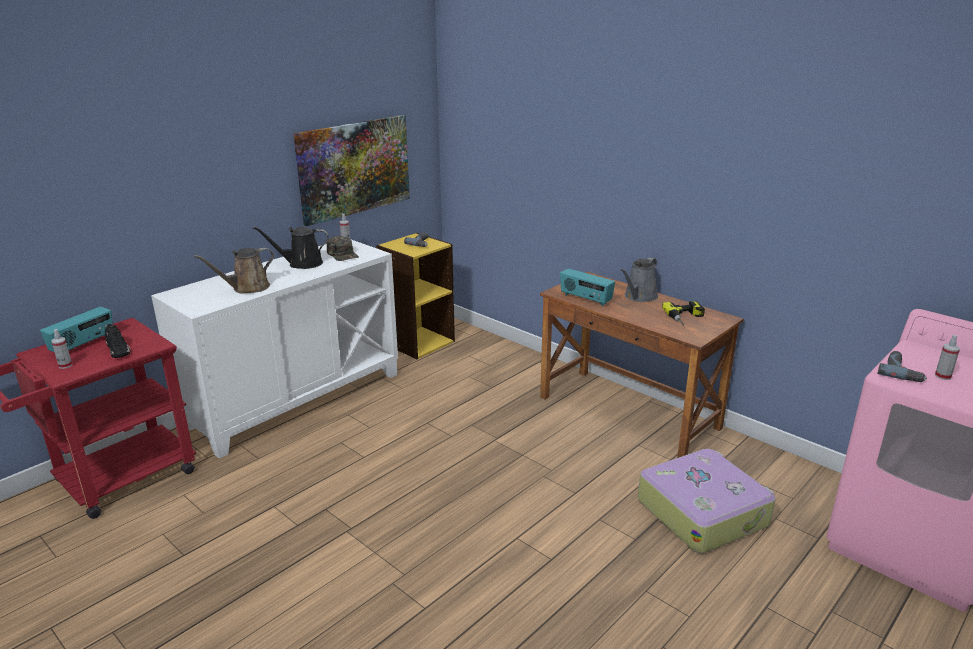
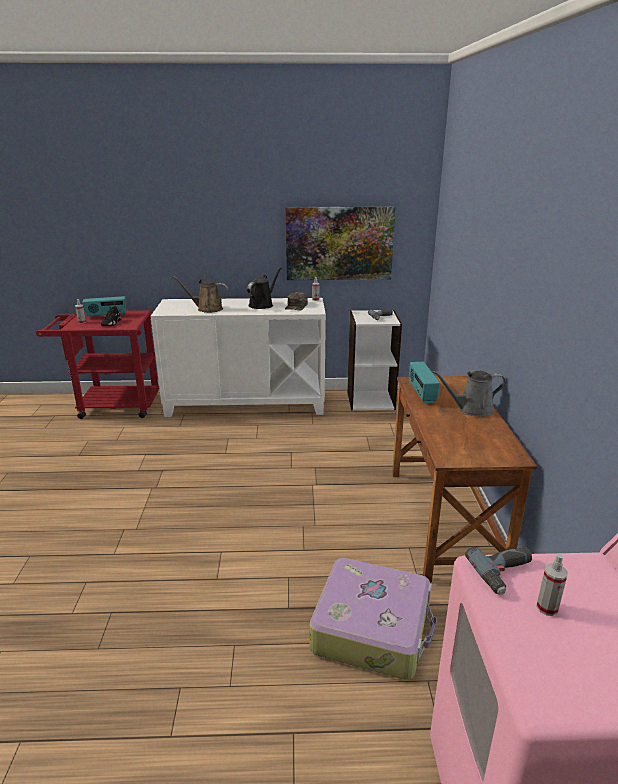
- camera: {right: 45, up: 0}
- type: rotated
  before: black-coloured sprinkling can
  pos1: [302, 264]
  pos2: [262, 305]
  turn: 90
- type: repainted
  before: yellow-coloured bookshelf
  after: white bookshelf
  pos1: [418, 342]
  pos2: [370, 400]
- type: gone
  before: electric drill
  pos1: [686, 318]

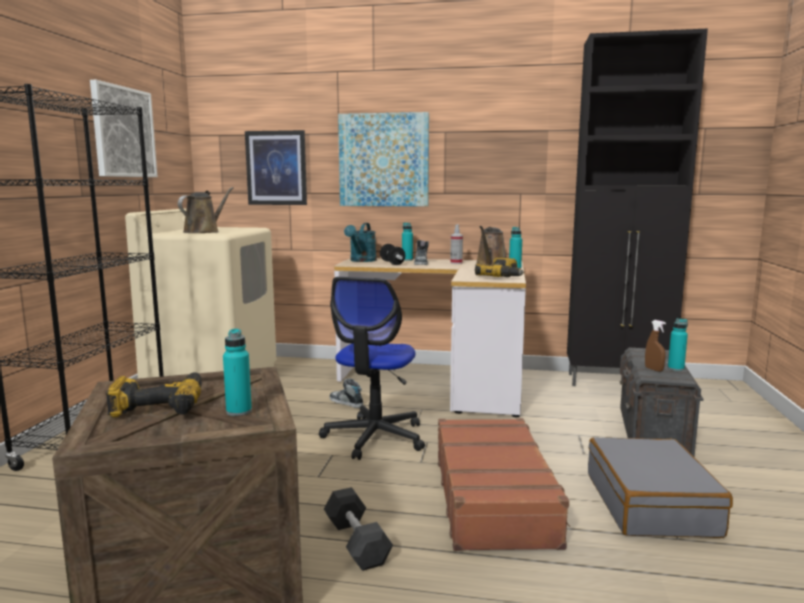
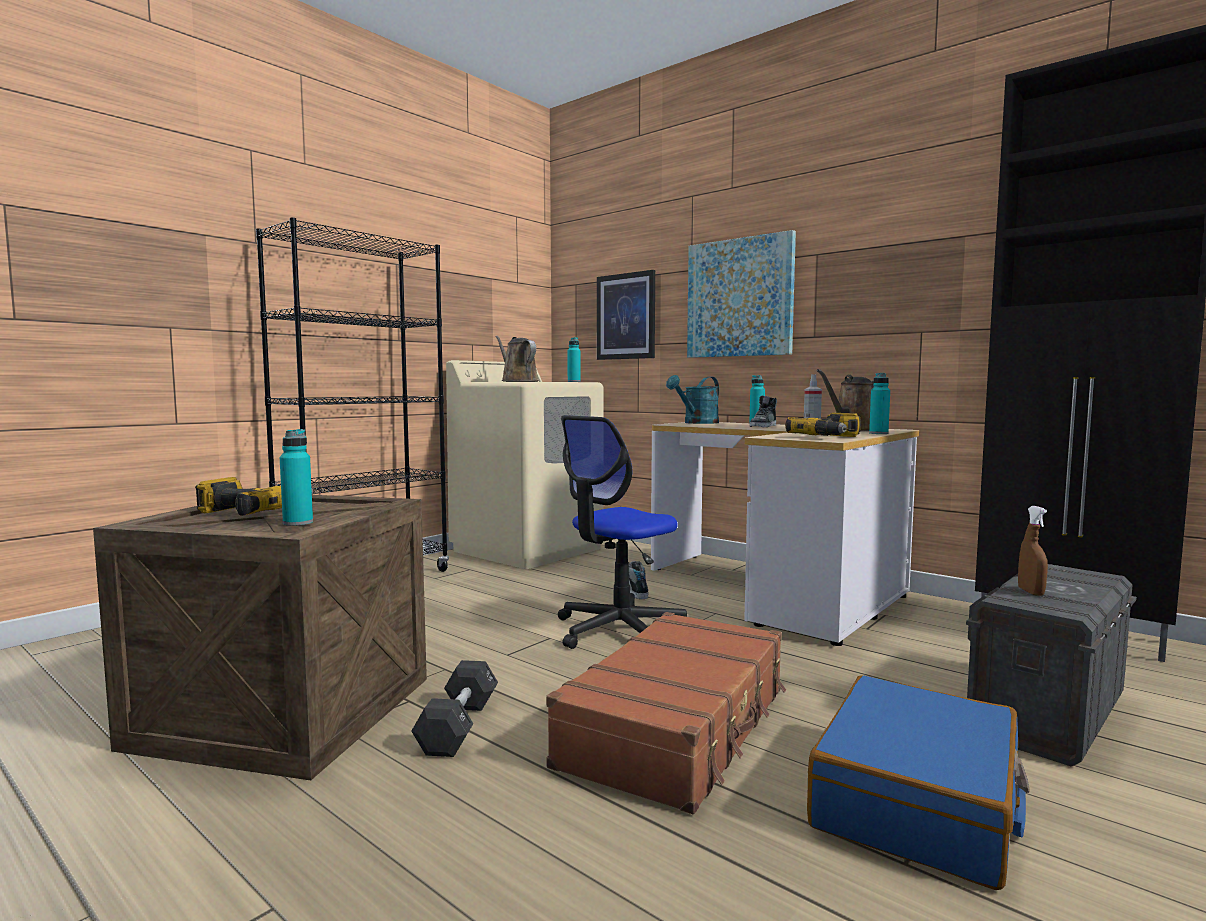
- camera: {right: 30, up: -5}
- type: gone
  before: wall art
  pos1: [123, 132]
- type: rotated
  before: brownish sprinkling can
  pos1: [204, 232]
  pos2: [517, 381]
  turn: -90
- type: gone
  before: hand weight
  pos1: [392, 263]
- type: shifted
  before: blue-green drink bottle
  pos1: [675, 368]
  pos2: [574, 381]
- type: repainted
  before: greyish travel case
  after: blue-coloured travel case
  pos1: [651, 504]
  pos2: [918, 802]

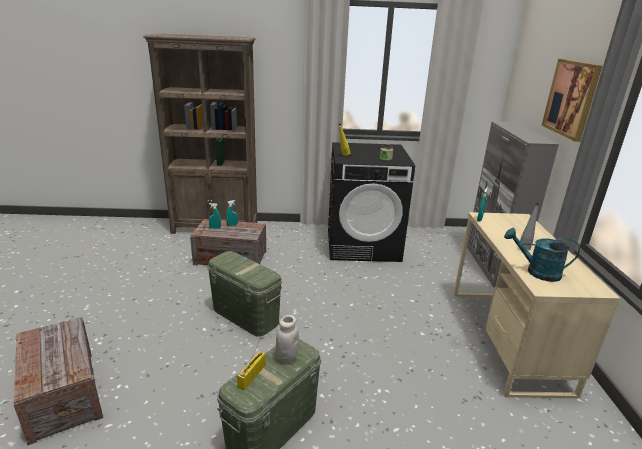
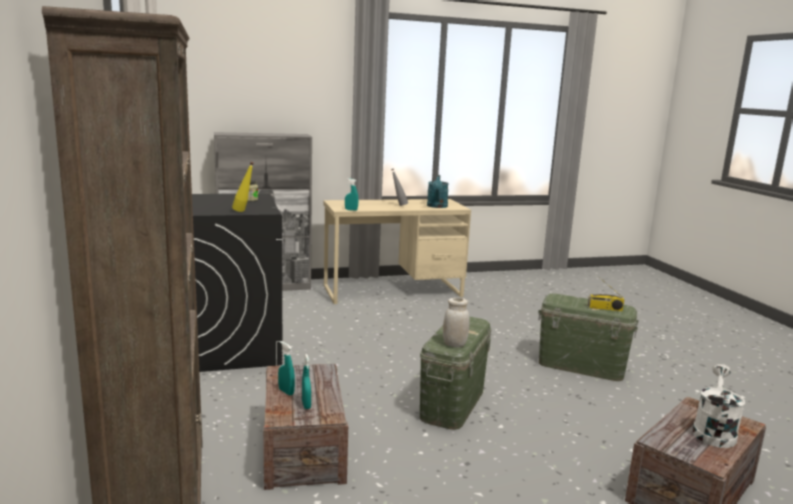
- camera: {right: -105, up: -10}
- type: gone
  before: wall art
  pos1: [571, 98]
- type: shifted
  before: white storage jar
  pos1: [287, 357]
  pos2: [454, 344]
- type: new
  after: white sprinkling can
  pos2: [713, 431]

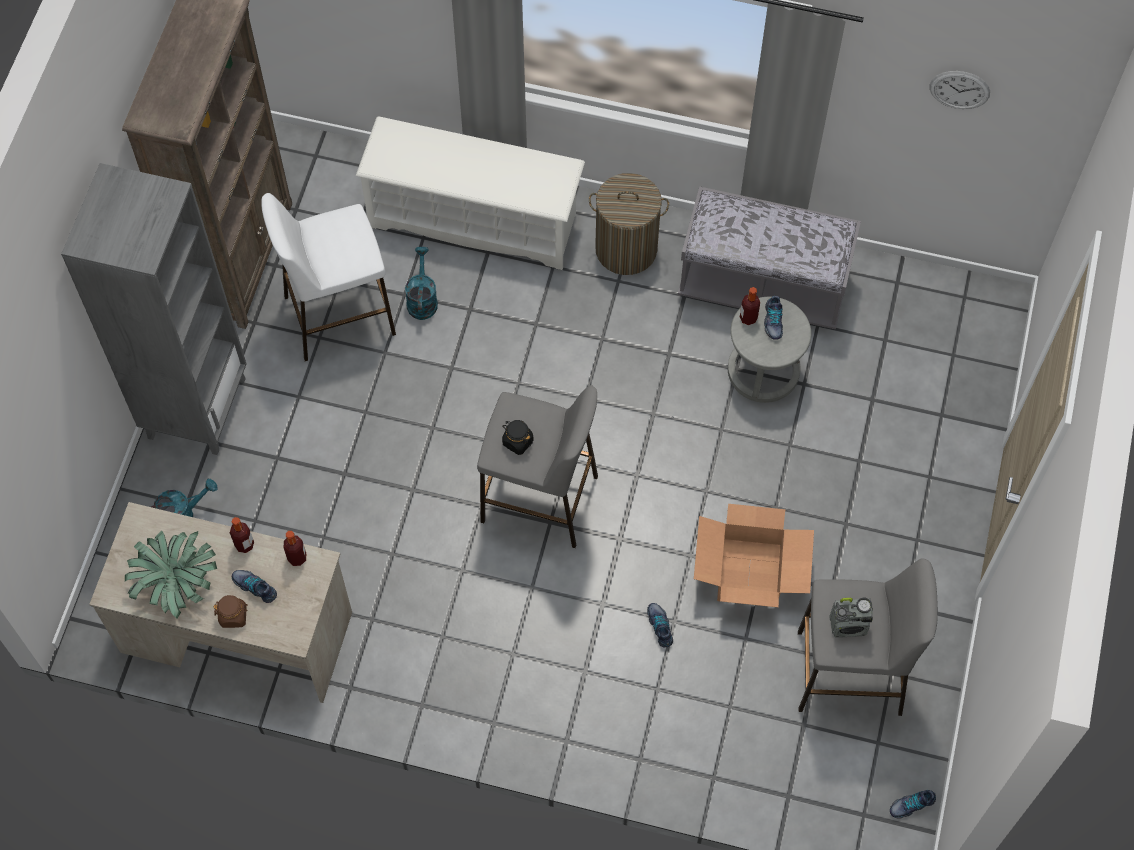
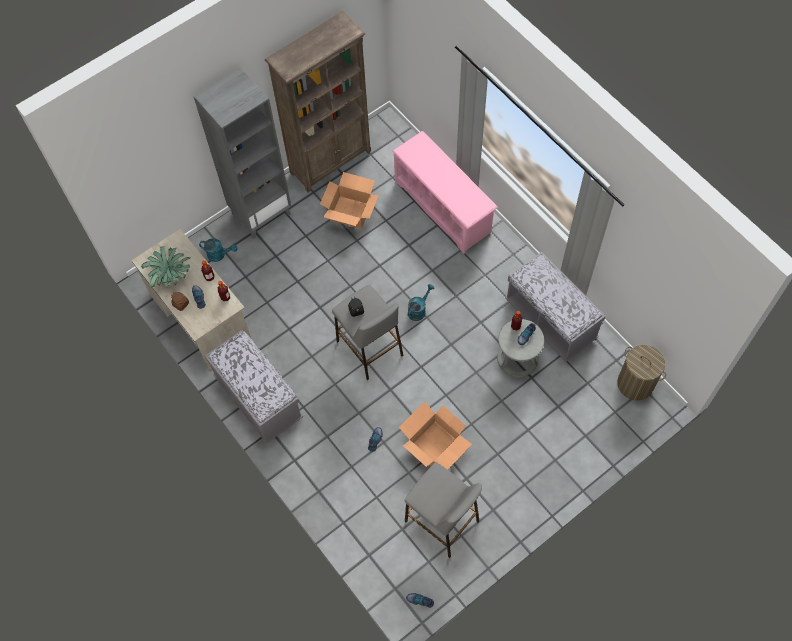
- camera: {right: 40, up: 0}
- type: gone
  before: hanging clock
  pos1: [959, 89]
- type: repainted
  before: white shoe stand
  after: pinkish shoe stand
  pos1: [474, 220]
  pos2: [443, 207]
- type: shifted
  before: laundry basket
  pos1: [626, 249]
  pos2: [635, 383]
- type: swapped
  before: white sitting stool
  after: carton
  pos1: [338, 315]
  pos2: [350, 212]
- type: shifted
  before: blue-green sprinkling can
  pos1: [422, 299]
  pos2: [418, 310]
- type: gone
  before: radio receiver
  pos1: [849, 625]
- type: new
  after: greyish long seat
  pos2: [258, 398]

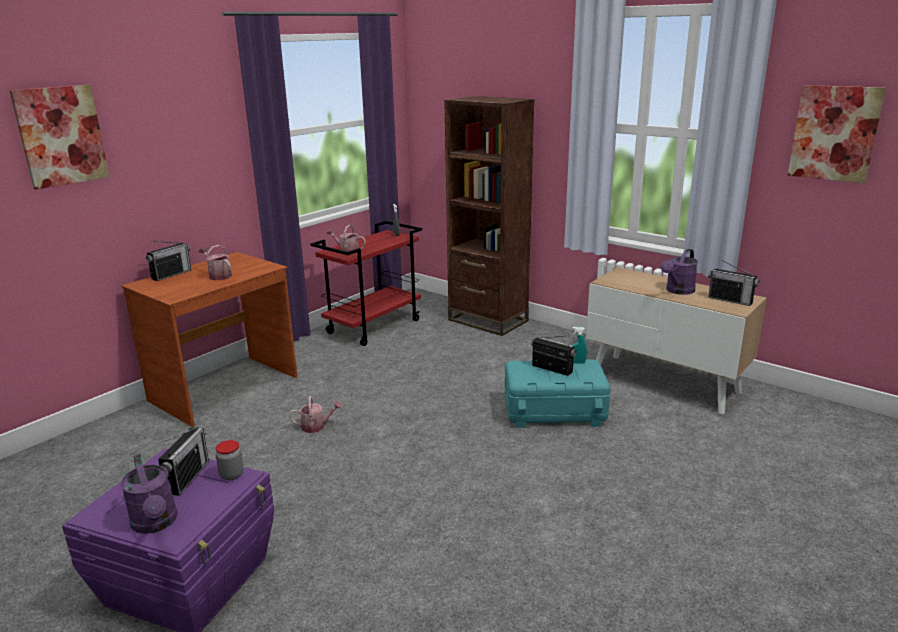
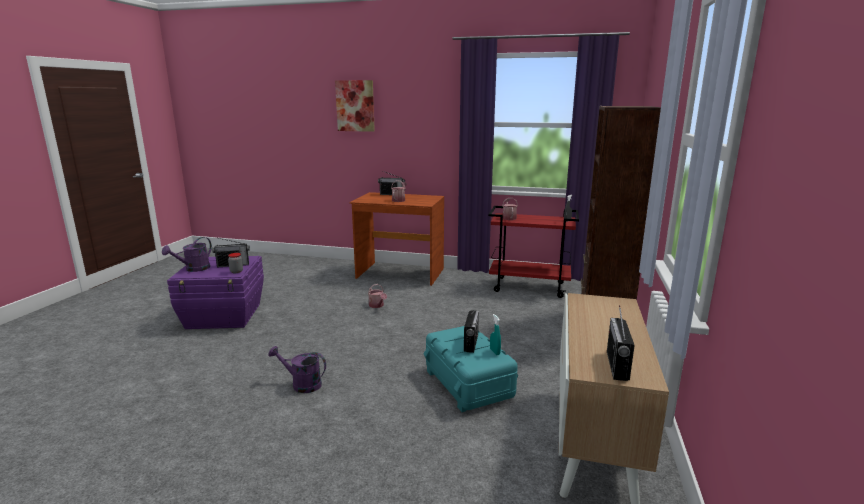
- camera: {right: 65, up: -5}
- type: gone
  before: wall art
  pos1: [834, 133]
- type: shifted
  before: purple-coloured sprinkling can
  pos1: [678, 291]
  pos2: [301, 384]

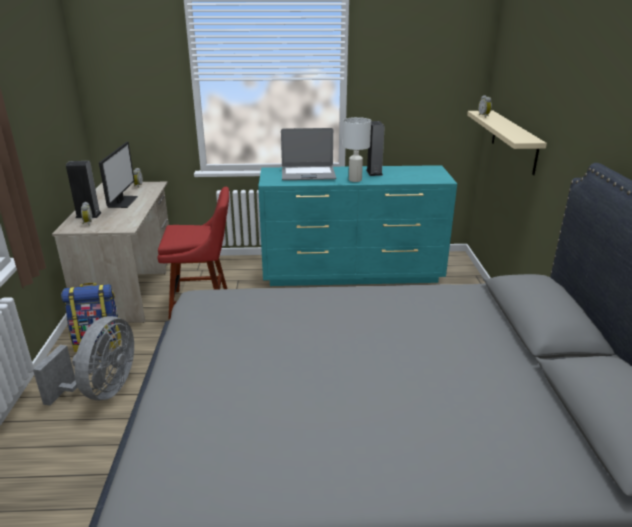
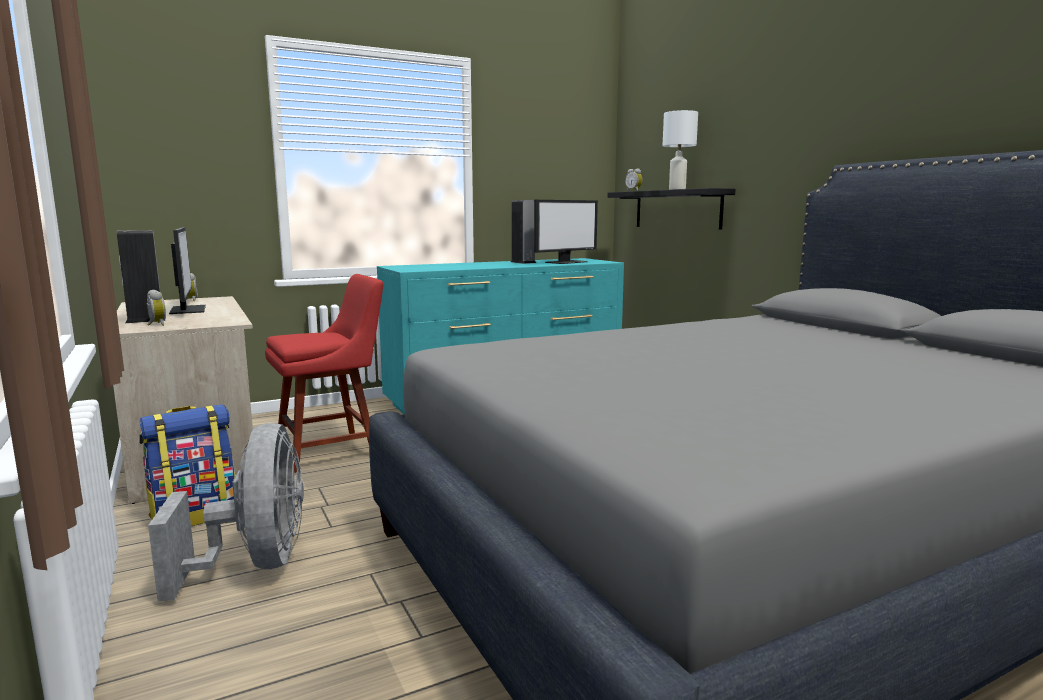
- camera: {right: -25, up: -15}
- type: repainted
  before: beige shelf
  after: black-coloured shelf
  pos1: [514, 141]
  pos2: [677, 209]
- type: shifted
  before: white table lamp
  pos1: [355, 180]
  pos2: [677, 189]
- type: gone
  before: portable computer
  pos1: [308, 174]
- type: new
  after: computer display
  pos2: [566, 262]

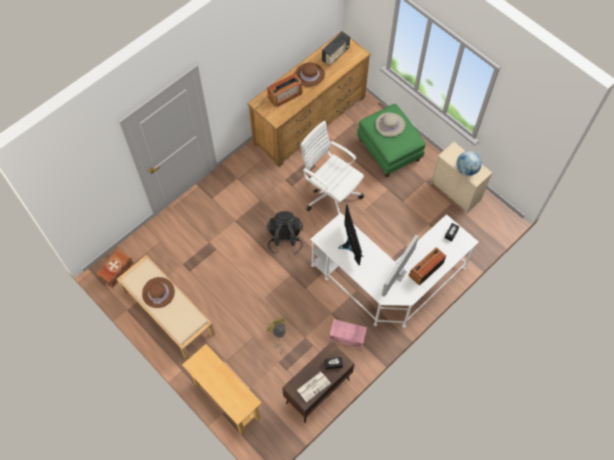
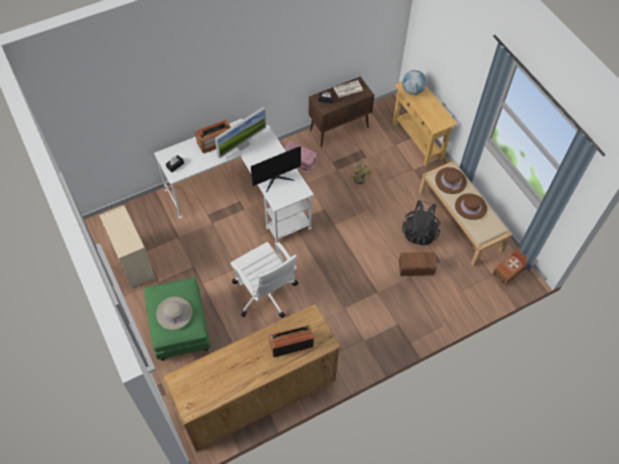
- camera: {right: -165, up: -5}
- type: gone
  before: radio receiver
  pos1: [335, 55]
- type: shifted
  before: brownish hat
  pos1: [309, 75]
  pos2: [450, 181]
- type: shifted
  before: desk globe
  pos1: [466, 169]
  pos2: [412, 90]
- type: rotated
  before: computer display
  pos1: [350, 245]
  pos2: [276, 179]
  turn: -120
- type: shifted
  before: black-coloured knapsack
  pos1: [285, 239]
  pos2: [420, 232]
- type: new
  after: brownish storage container
  pos2: [416, 268]

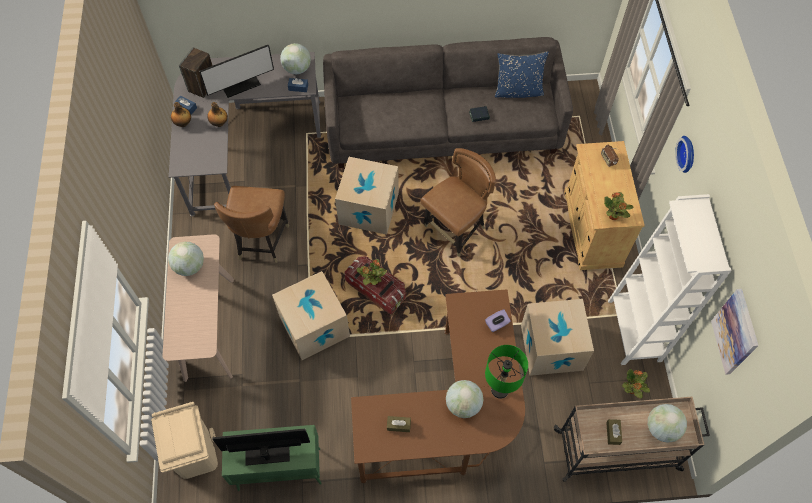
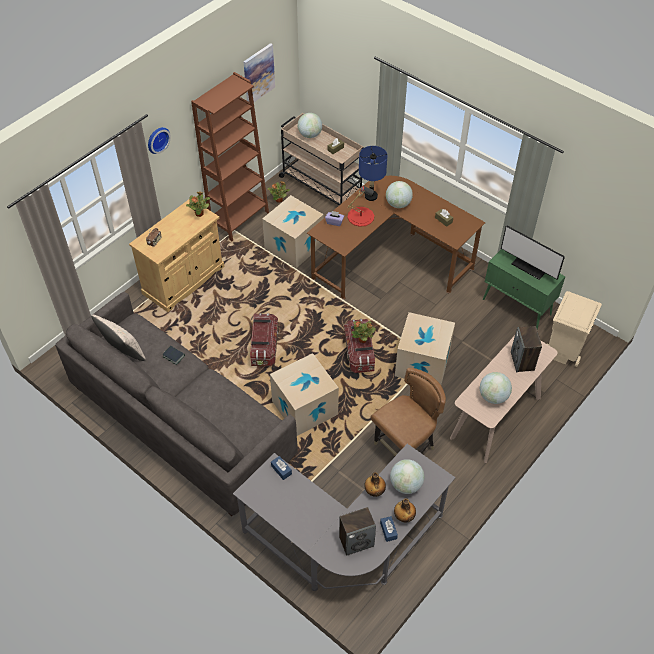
- camera: {right: -135, up: -10}
- type: shifted
  before: desk globe
  pos1: [297, 68]
  pos2: [406, 484]
- type: gone
  before: computer display
  pos1: [241, 85]
- type: repainted
  before: blue-coloured throw pillow
  after: beige throw pillow
  pos1: [518, 91]
  pos2: [124, 351]
- type: swapped
  before: brownish plain chair
  after: storage container
  pos1: [456, 229]
  pos2: [264, 347]
- type: repainted
  before: white bookshelf
  after: brownish bookshelf
  pos1: [634, 330]
  pos2: [239, 219]
- type: repainted
  before: green table lamp
  after: blue-coloured table lamp
  pos1: [499, 390]
  pos2: [371, 196]
- type: new
  after: red-coloured table lamp
  pos2: [360, 216]
- type: new
  after: loudspeaker
  pos2: [522, 361]

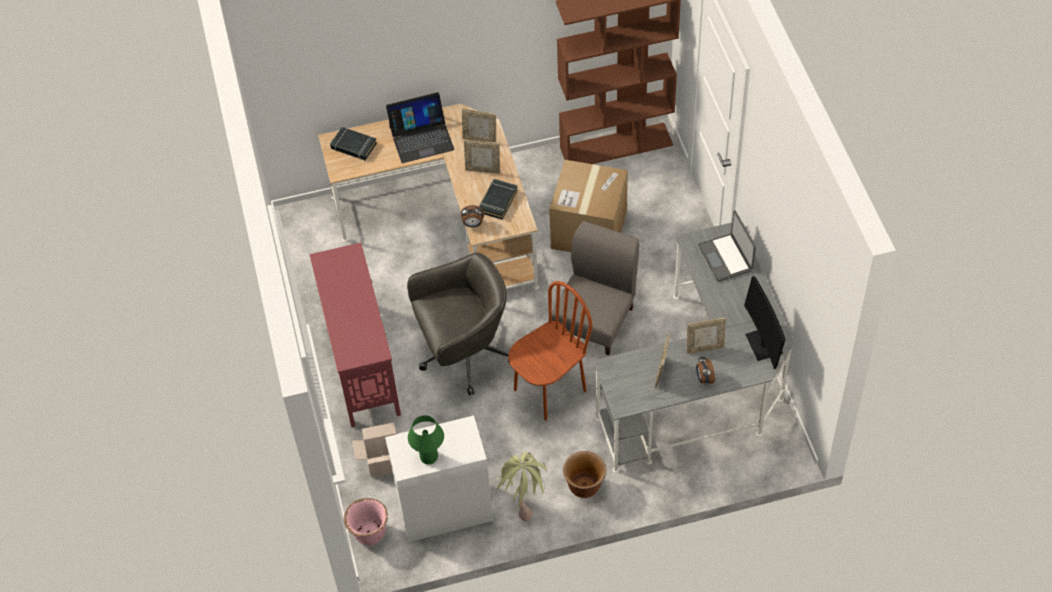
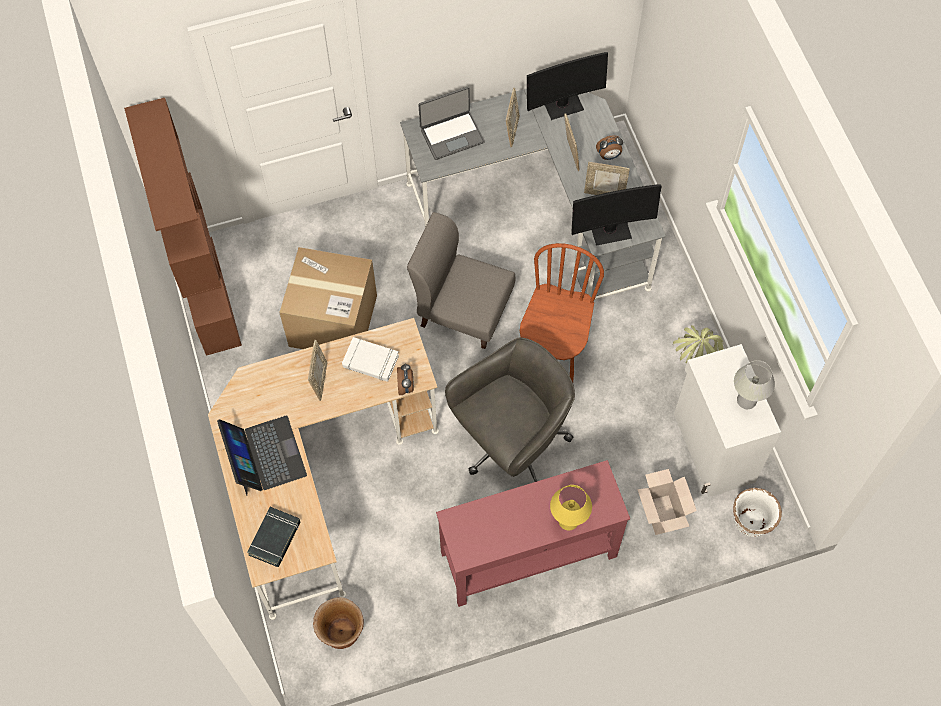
- camera: {right: -95, up: 10}
- type: shifted
  before: photo frame
  pos1: [480, 139]
  pos2: [512, 131]
- type: repainted
  before: black-coloured book
  after: white book
  pos1: [497, 201]
  pos2: [370, 361]
- type: rotated
  before: greyish computer chair
  pos1: [464, 355]
  pos2: [511, 443]
  turn: 75
- type: rotated
  before: brownish plain chair
  pos1: [549, 390]
  pos2: [554, 353]
  turn: 60
- type: repainted
  before: green table lamp
  after: white table lamp
  pos1: [429, 457]
  pos2: [746, 400]
- type: shifted
  before: brownish plant pot
  pos1: [584, 487]
  pos2: [341, 632]
- type: repainted
  before: pinkish plant pot
  after: white plant pot
  pos1: [369, 534]
  pos2: [750, 523]
- type: new
  after: computer display
  pos2: [610, 230]
- type: new
  after: yellow-coloured table lamp
  pos2: [568, 521]

